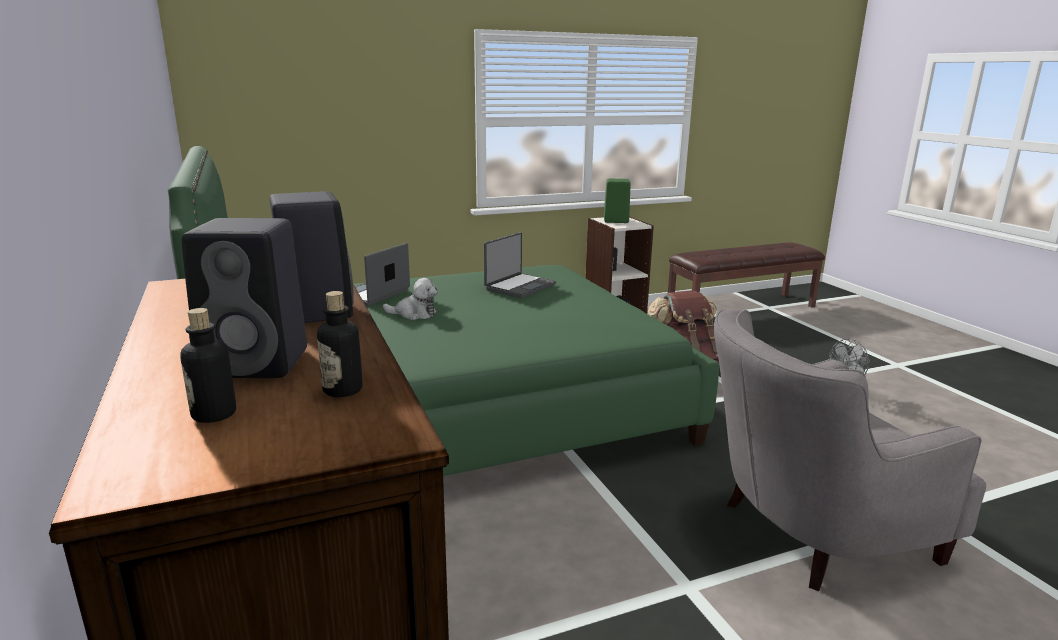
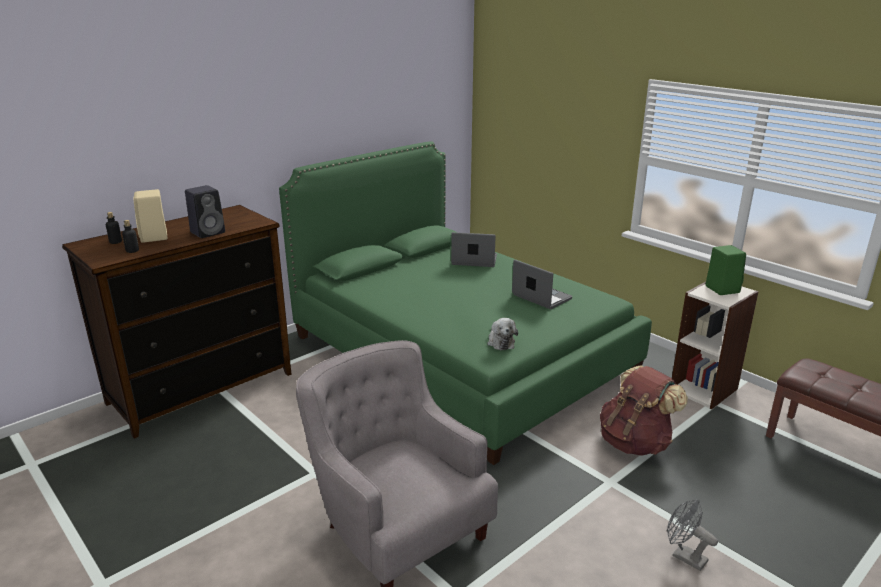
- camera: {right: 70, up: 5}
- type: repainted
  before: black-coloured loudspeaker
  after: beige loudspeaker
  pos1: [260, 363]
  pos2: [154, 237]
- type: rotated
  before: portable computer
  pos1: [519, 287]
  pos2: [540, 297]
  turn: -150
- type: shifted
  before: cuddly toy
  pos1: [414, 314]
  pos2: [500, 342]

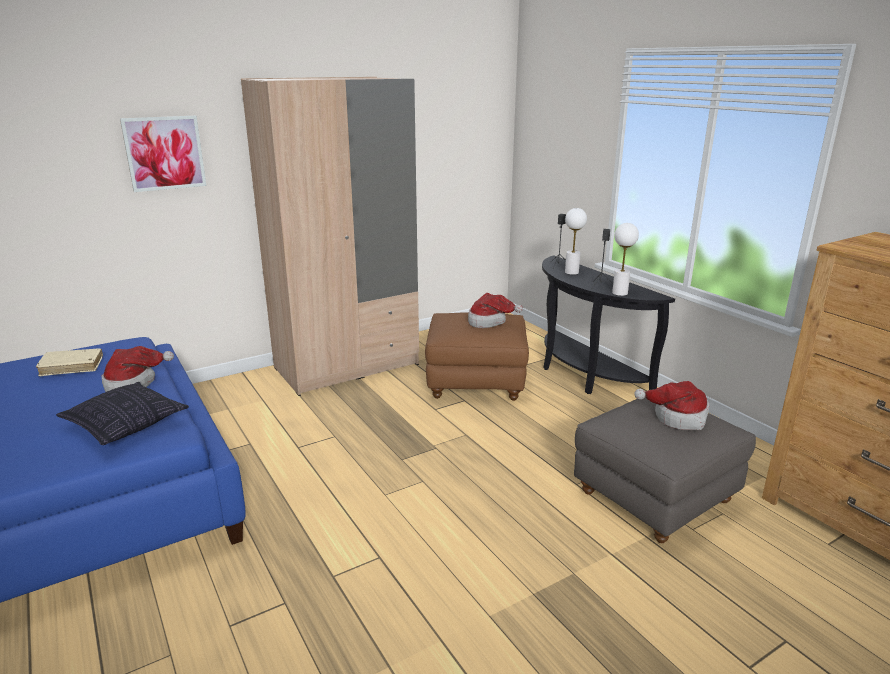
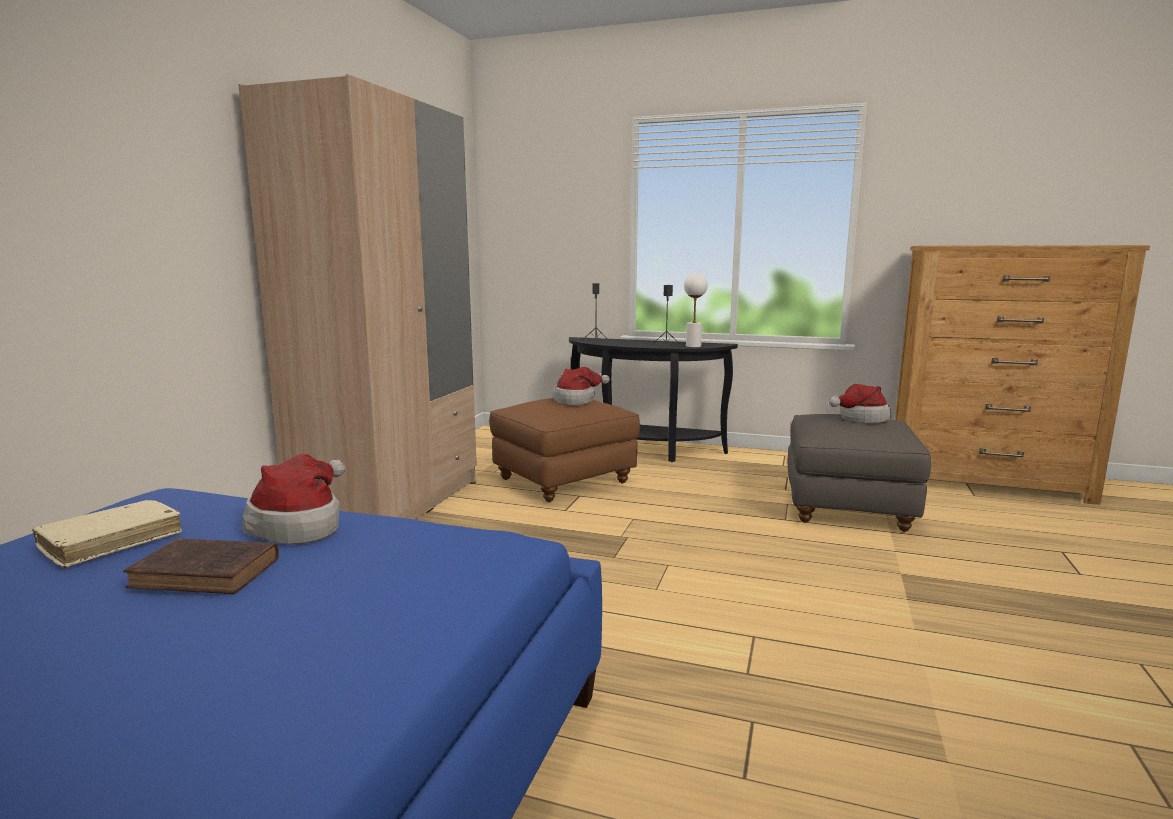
- camera: {right: -40, up: -10}
- type: gone
  before: wall art
  pos1: [164, 153]
- type: gone
  before: white table lamp
  pos1: [571, 272]
- type: gone
  before: throw pillow
  pos1: [125, 425]
- type: new
  after: brownish book
  pos2: [209, 573]

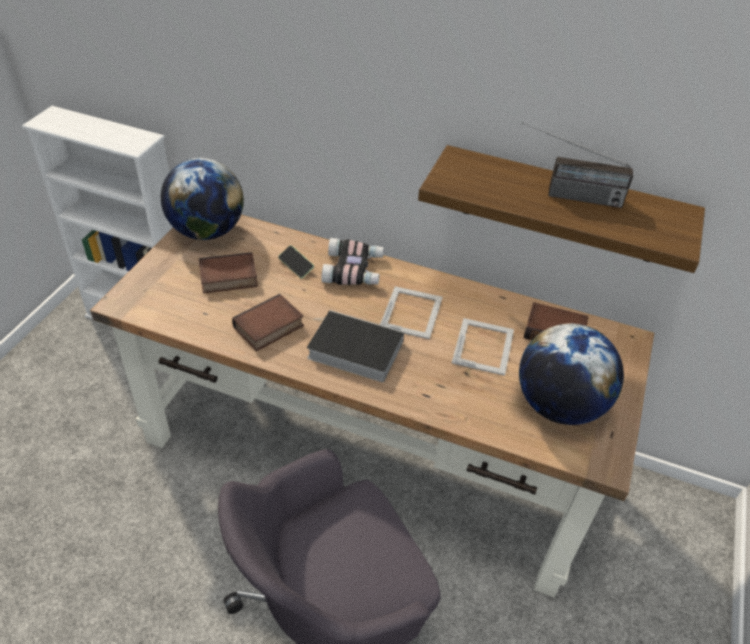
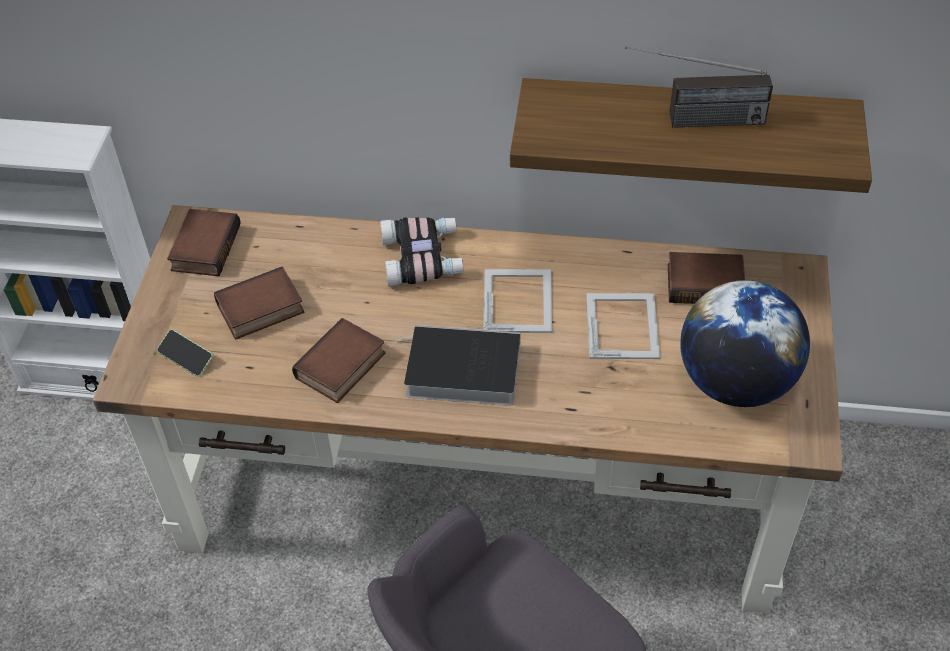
- camera: {right: -10, up: 5}
- type: swapped
  before: desk globe
  after: book
  pos1: [207, 231]
  pos2: [204, 247]
- type: shifted
  before: handset
  pos1: [296, 266]
  pos2: [186, 358]

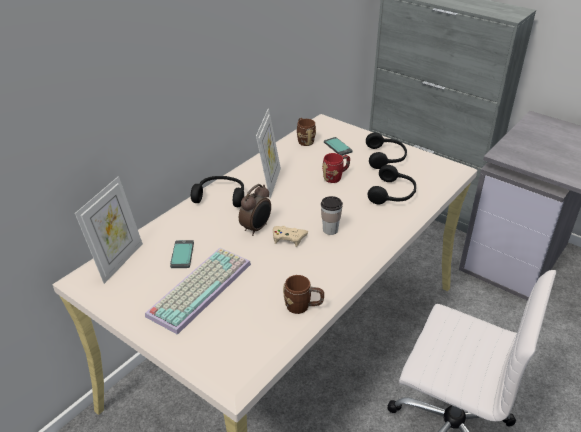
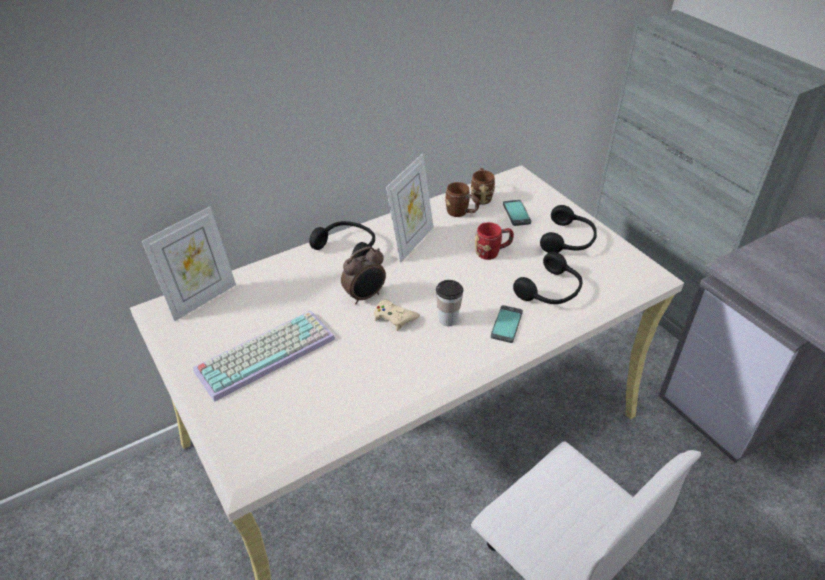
- camera: {right: 20, up: 5}
- type: shifted
  before: handset
  pos1: [182, 255]
  pos2: [506, 324]
- type: shifted
  before: brownish mug
  pos1: [303, 307]
  pos2: [461, 213]

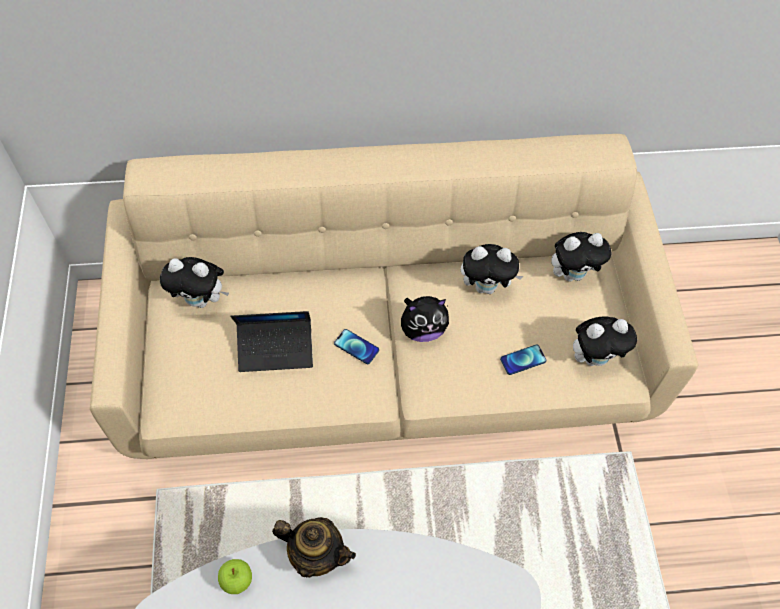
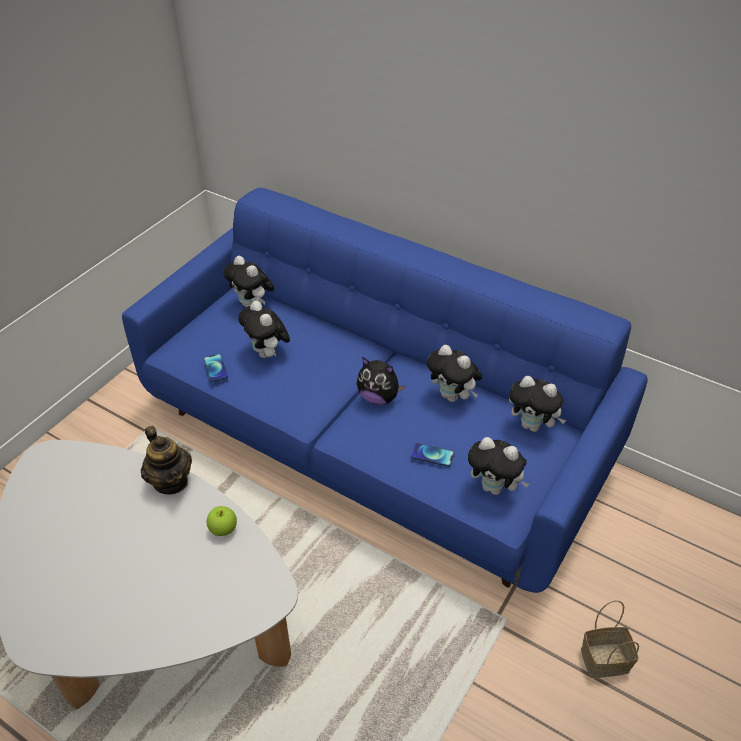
- camera: {right: 40, up: -15}
- type: repainted
  before: beige settee
  after: blue-coloured settee
  pos1: [388, 359]
  pos2: [372, 440]
- type: swapped
  before: portable computer
  after: cuddly toy
  pos1: [275, 349]
  pos2: [267, 354]
- type: shifted
  before: handset
  pos1: [356, 347]
  pos2: [215, 368]
- type: shifted
  before: whole apple
  pos1: [237, 580]
  pos2: [223, 529]
- type: new
  after: basket
  pos2: [603, 661]

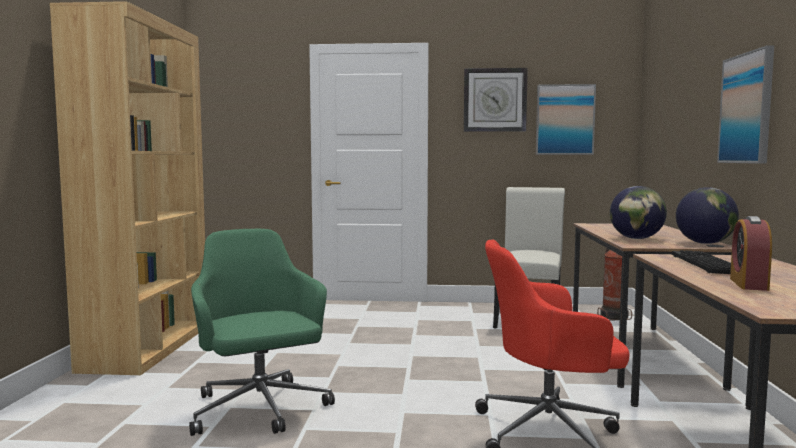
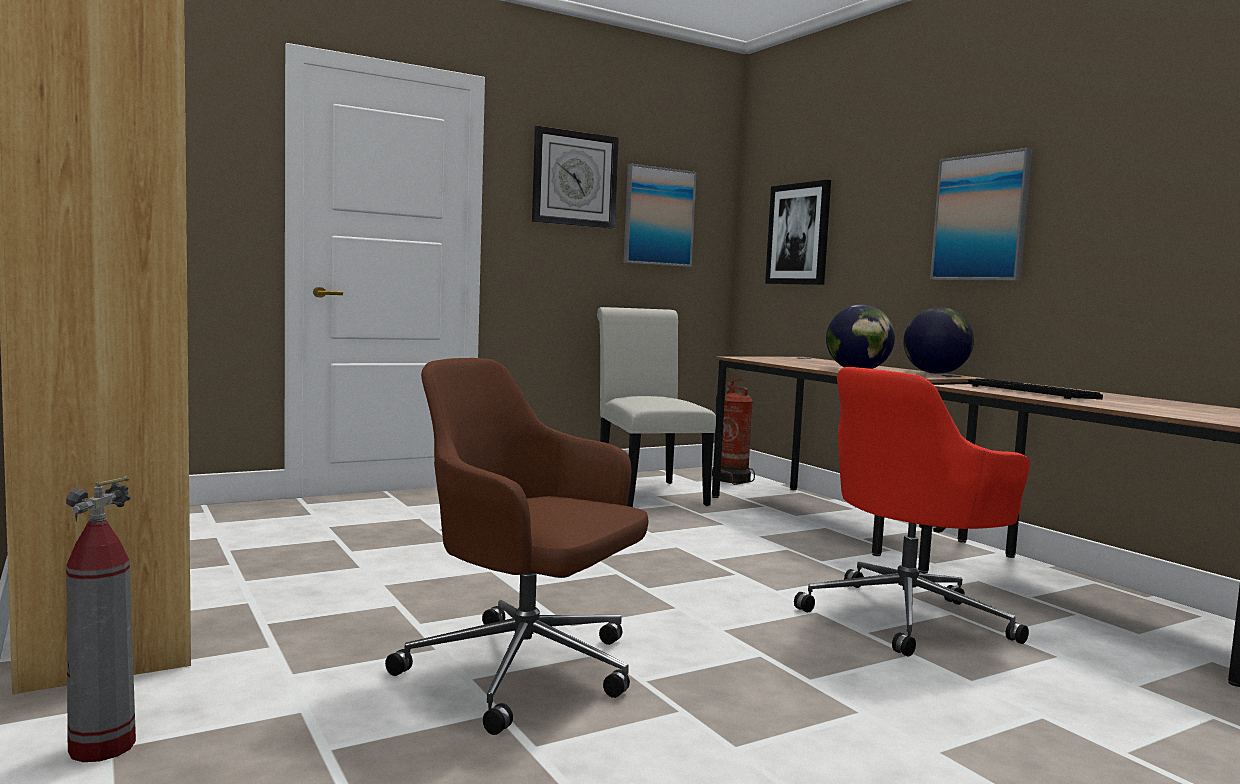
- camera: {right: -35, up: 0}
- type: gone
  before: table clock
  pos1: [748, 284]
- type: repainted
  before: green computer chair
  after: brownish computer chair
  pos1: [259, 410]
  pos2: [526, 671]
- type: new
  after: wall art
  pos2: [799, 234]
- type: new
  after: fire-fighting cylinder
  pos2: [101, 748]

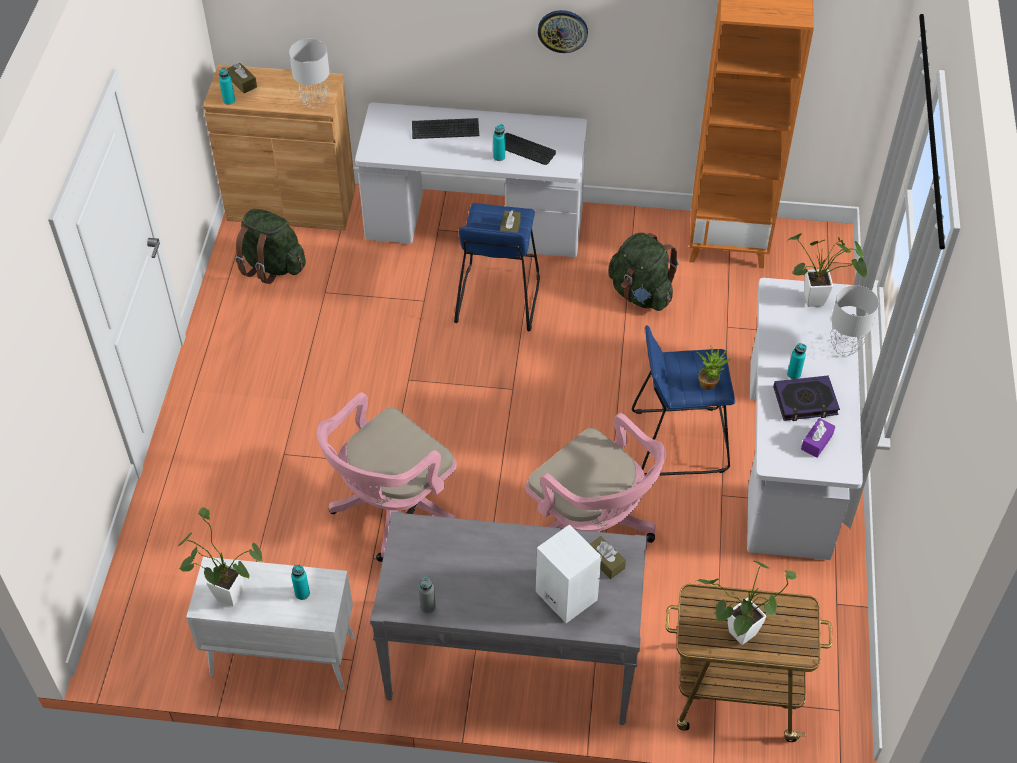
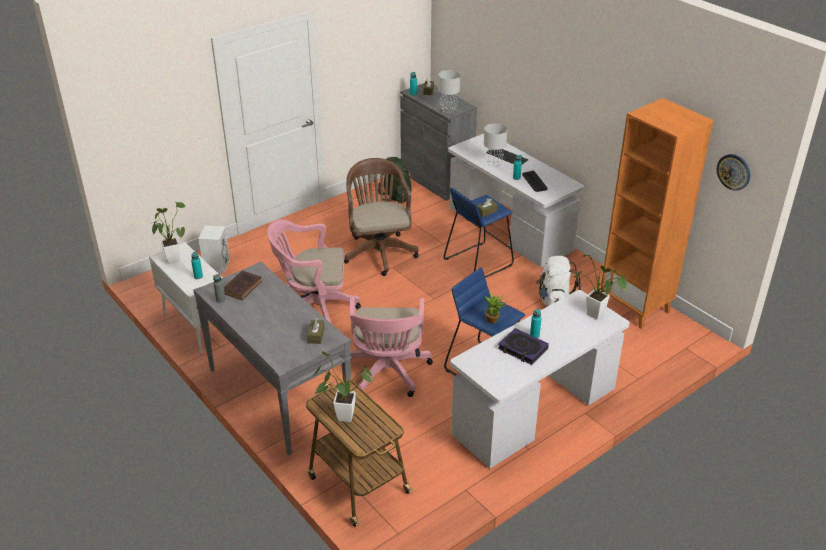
- camera: {right: 45, up: -15}
- type: shifted
  before: hanging clock
  pos1: [562, 30]
  pos2: [734, 171]
- type: repainted
  before: brownish storage cabinet
  after: greyish storage cabinet
  pos1: [291, 204]
  pos2: [436, 180]
- type: repainted
  before: green knapsack
  after: white knapsack
  pos1: [641, 294]
  pos2: [554, 300]
- type: shifted
  before: greyish table lamp
  pos1: [843, 348]
  pos2: [493, 164]
- type: gone
  before: purple-coloured tissue box
  pos1: [816, 442]
- type: shifted
  before: white loudspeaker
  pos1: [564, 595]
  pos2: [216, 265]
- type: new
  after: brownish computer chair
  pos2: [379, 251]
- type: new
  after: brownish book
  pos2: [242, 286]

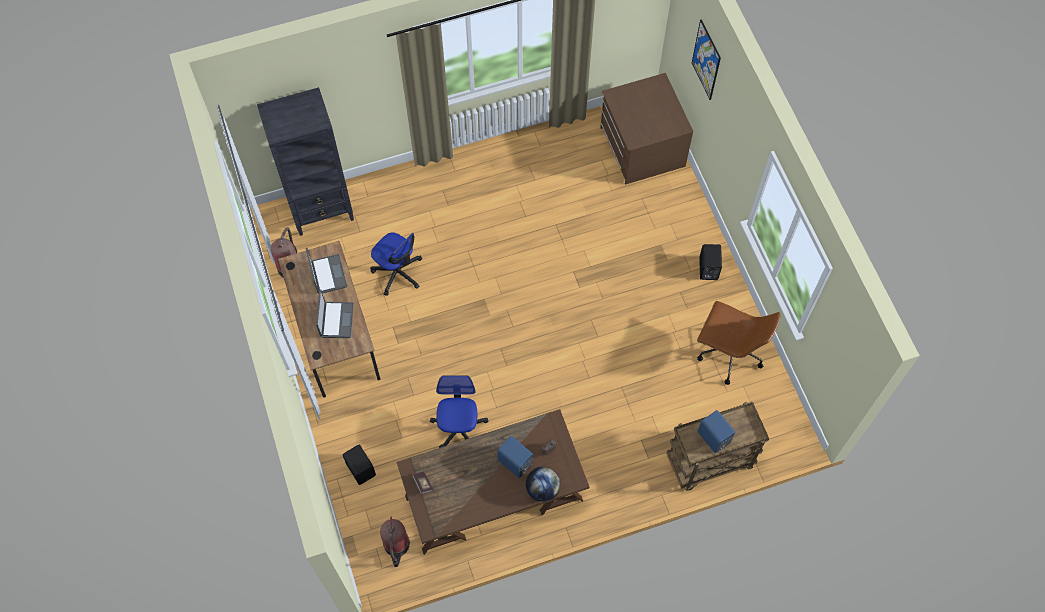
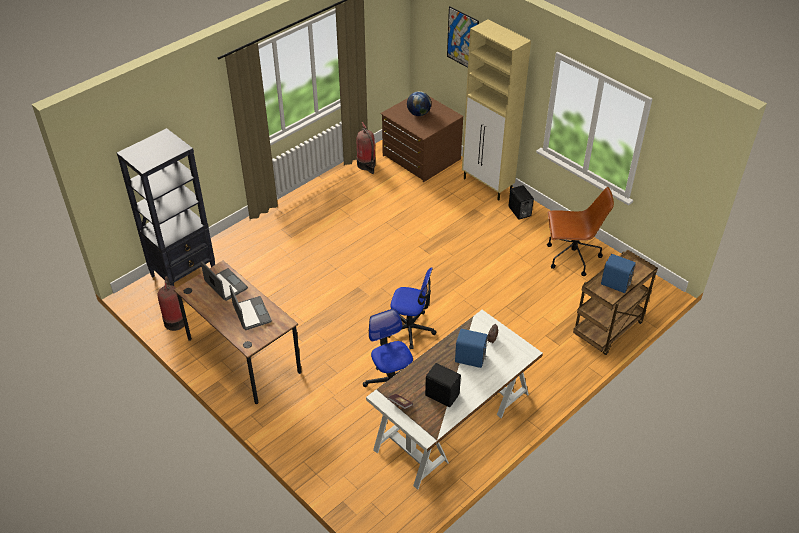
- camera: {right: -25, up: -20}
- type: shifted
  before: computer chair
  pos1: [398, 272]
  pos2: [410, 329]
- type: repainted
  before: brownish desk unit
  after: white desk unit
  pos1: [494, 499]
  pos2: [453, 422]
- type: shifted
  before: black-coloured loudspeaker
  pos1: [361, 469]
  pos2: [442, 394]
- type: shifted
  before: desk globe
  pos1: [542, 489]
  pos2: [418, 113]
- type: shifted
  before: fire-fighting cylinder
  pos1: [396, 546]
  pos2: [367, 165]
- type: new
  after: beige storage cabinet
  pos2: [487, 185]

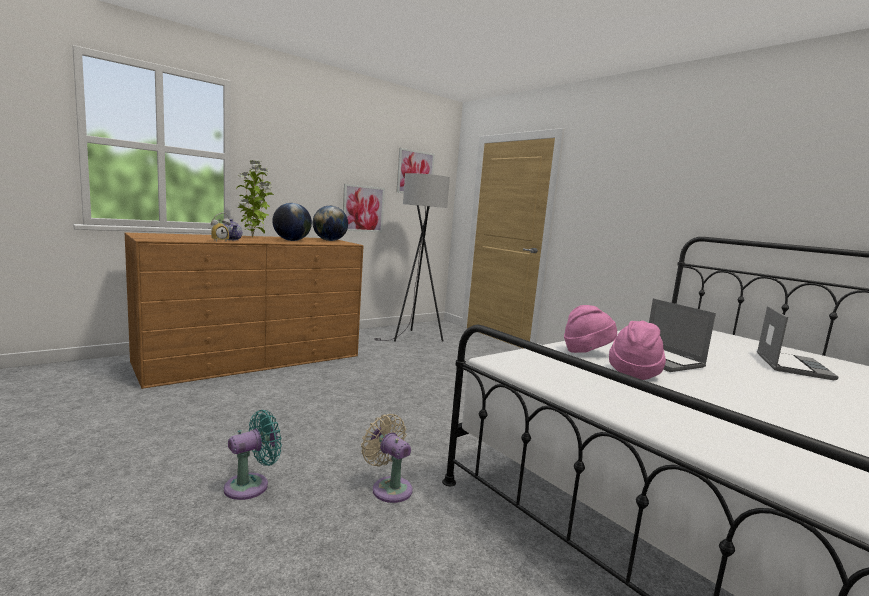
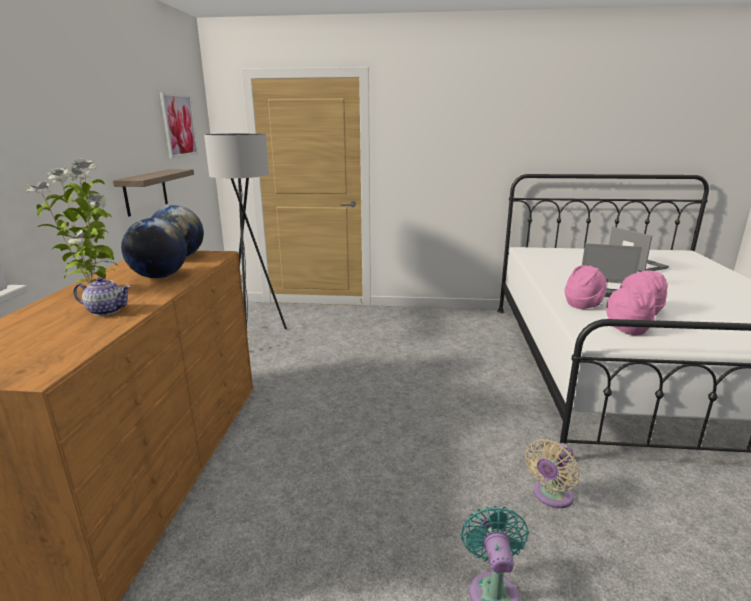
- camera: {right: -45, up: 10}
- type: swapped
  before: wall art
  after: shelf
  pos1: [363, 208]
  pos2: [145, 192]
- type: gone
  before: table clock
  pos1: [219, 241]
- type: rotated
  before: beige electric fan
  pos1: [389, 487]
  pos2: [550, 496]
  turn: -45
- type: new
  after: pinkish hat
  pos2: [626, 328]

